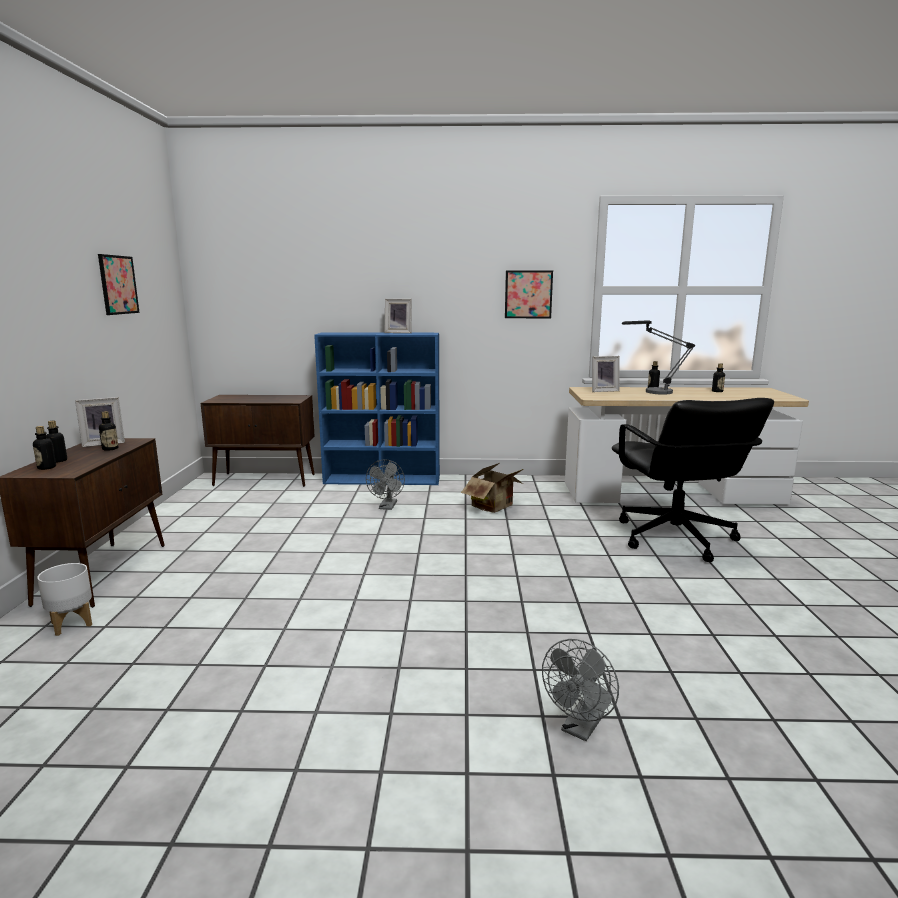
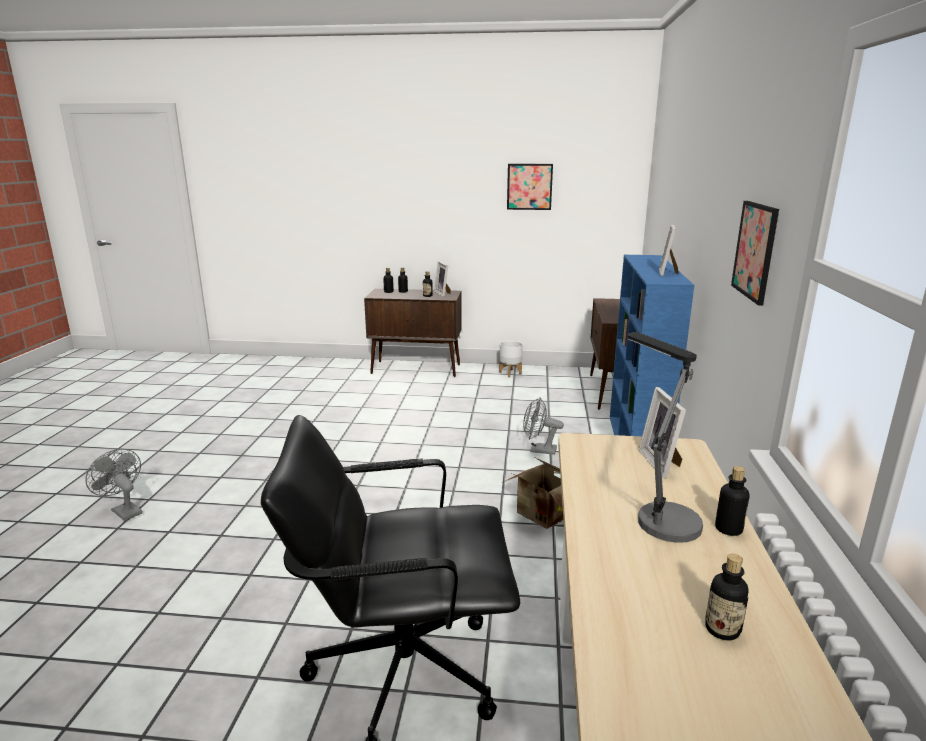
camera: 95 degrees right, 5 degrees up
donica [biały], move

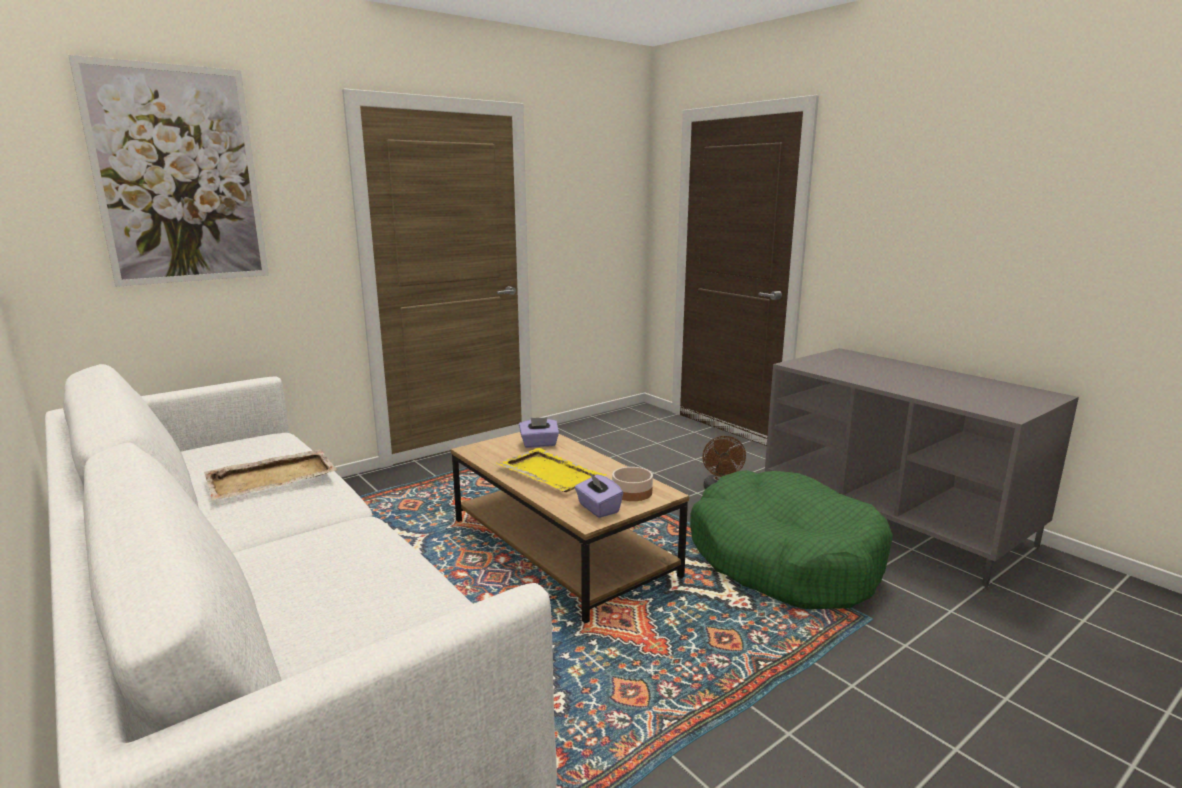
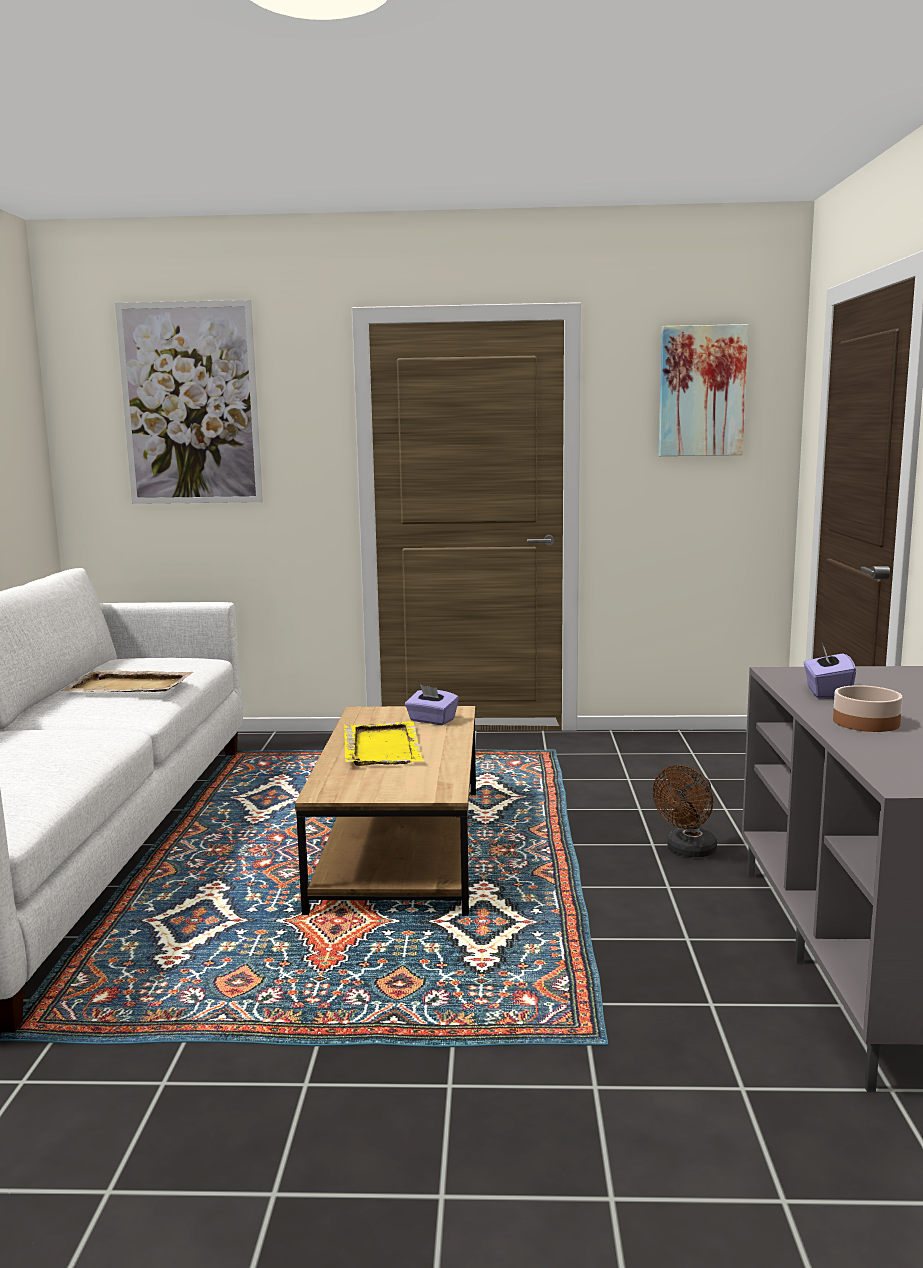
camera: 40 degrees right, 5 degrees down
- → obraz (2nd from left)
pudełko chusteczek [fioletowy] (2nd from left), move
miska, move
legowisko [zielony] → -

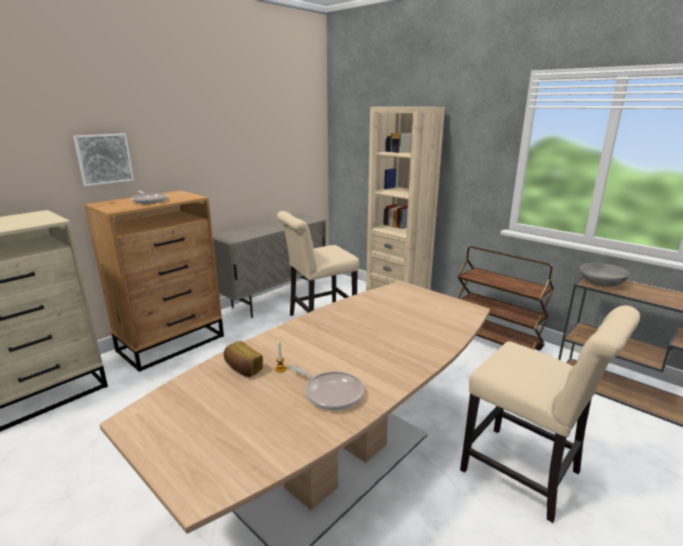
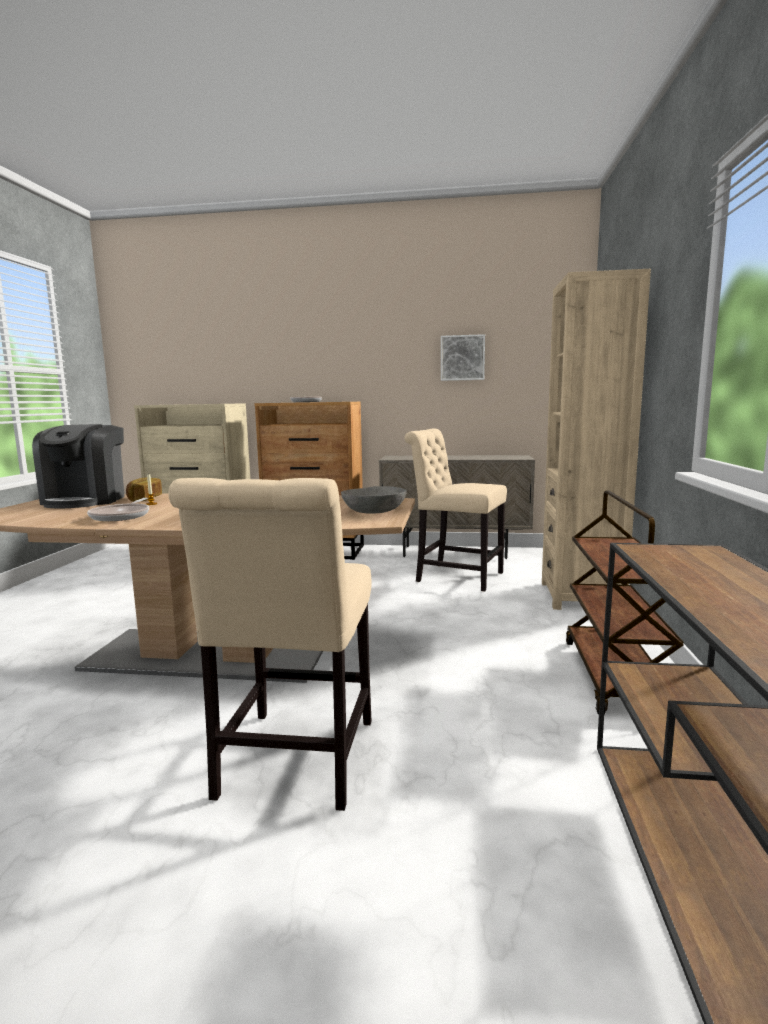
camera: 55 degrees right, 10 degrees down
- → ekspres do kawy
miska [szary], move
obraz, move

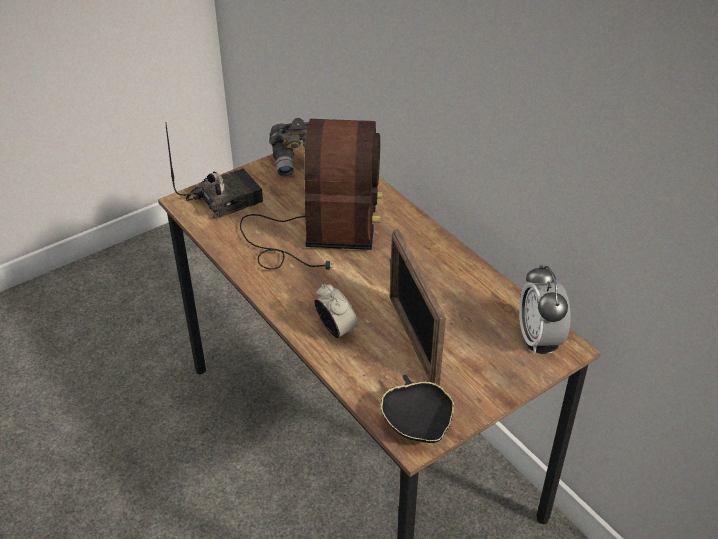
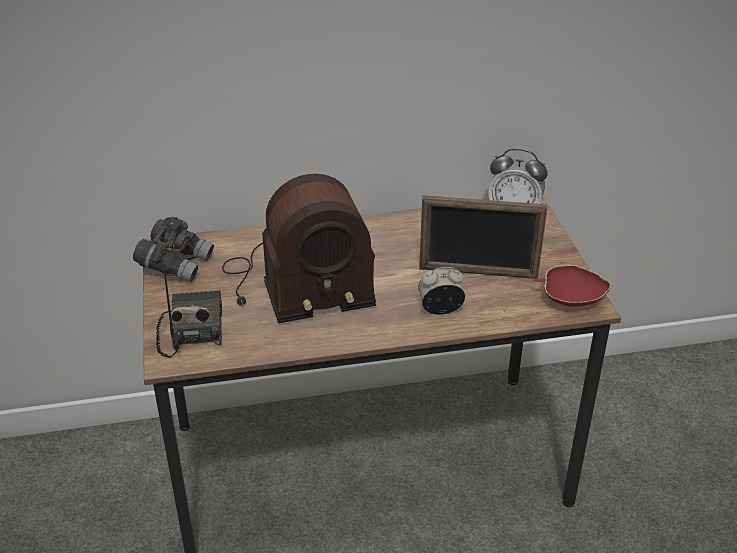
camera: 65 degrees left, 5 degrees down
radio (2nd from left), 135 degrees clockwise
miska [czarny] → miska [czerwony]

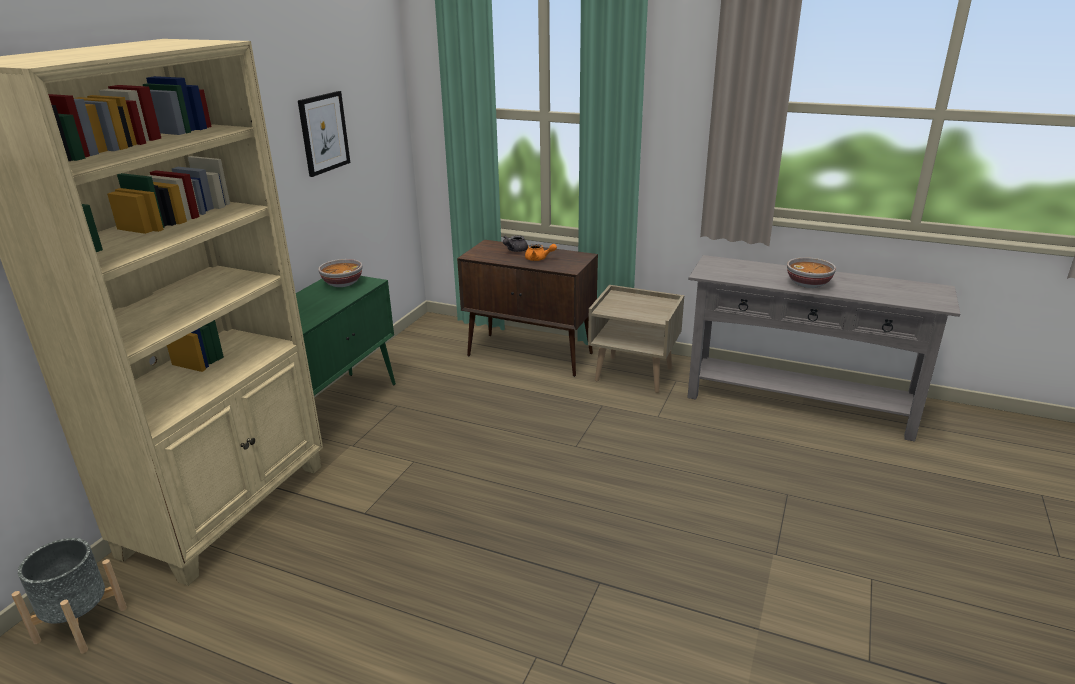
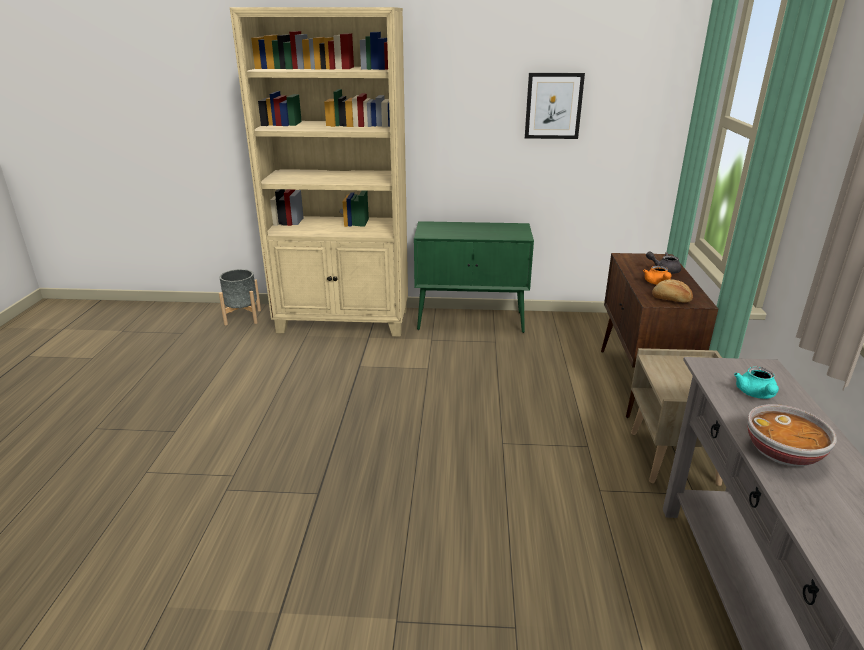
camera: 70 degrees right, 0 degrees up
- → chleb
- → imbryk [turkusowy]
miska (1st from left) → -

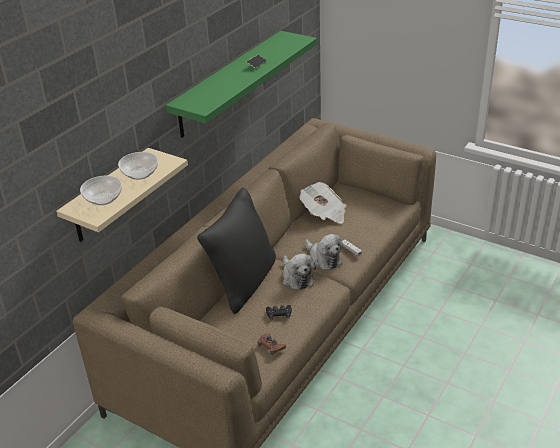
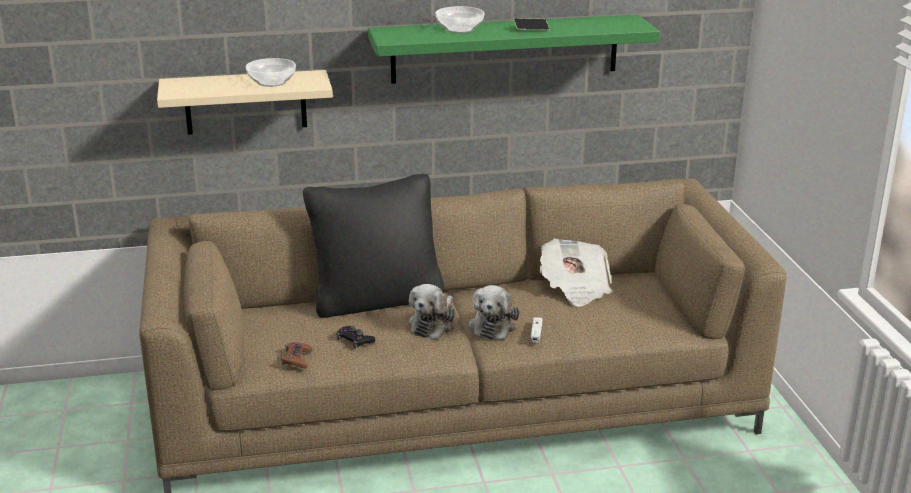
camera: 45 degrees right, 10 degrees down
miska (1st from left in the first image) → miska (2nd from left), move

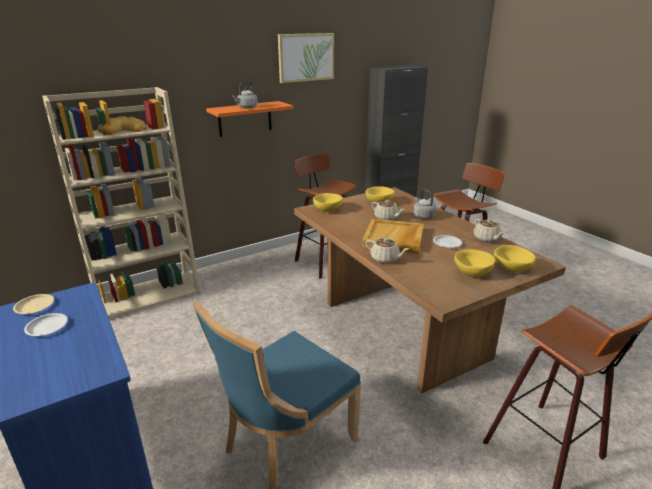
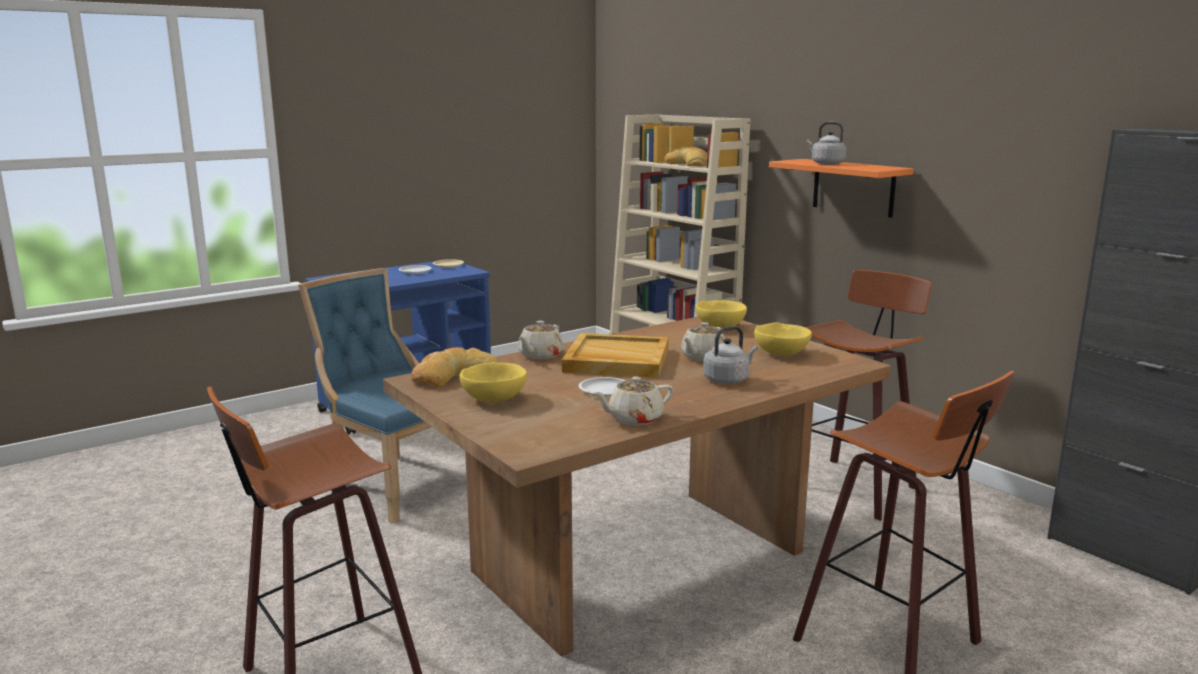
camera: 85 degrees right, 10 degrees down
- → chleb (1st from left)
obraz → -
miska [żółty] (4th from left) → -

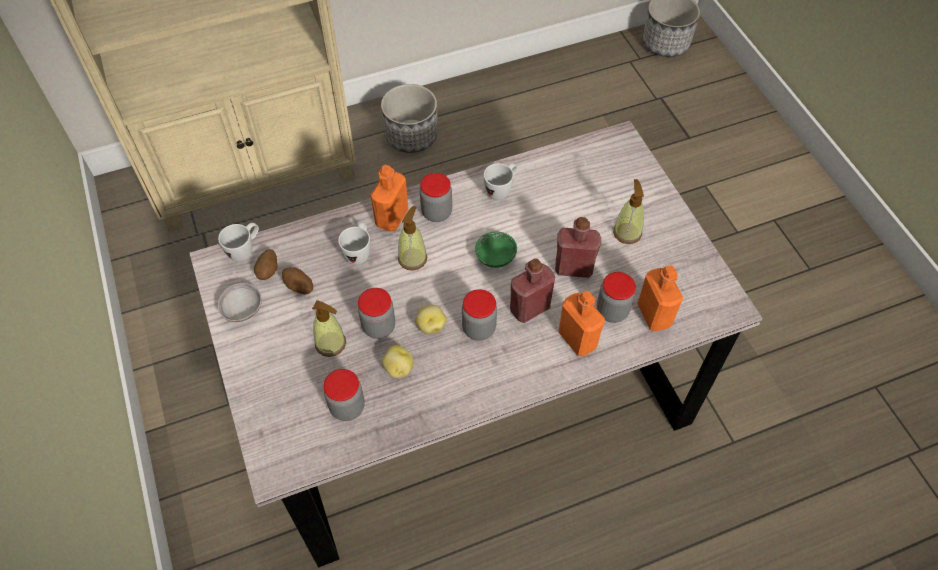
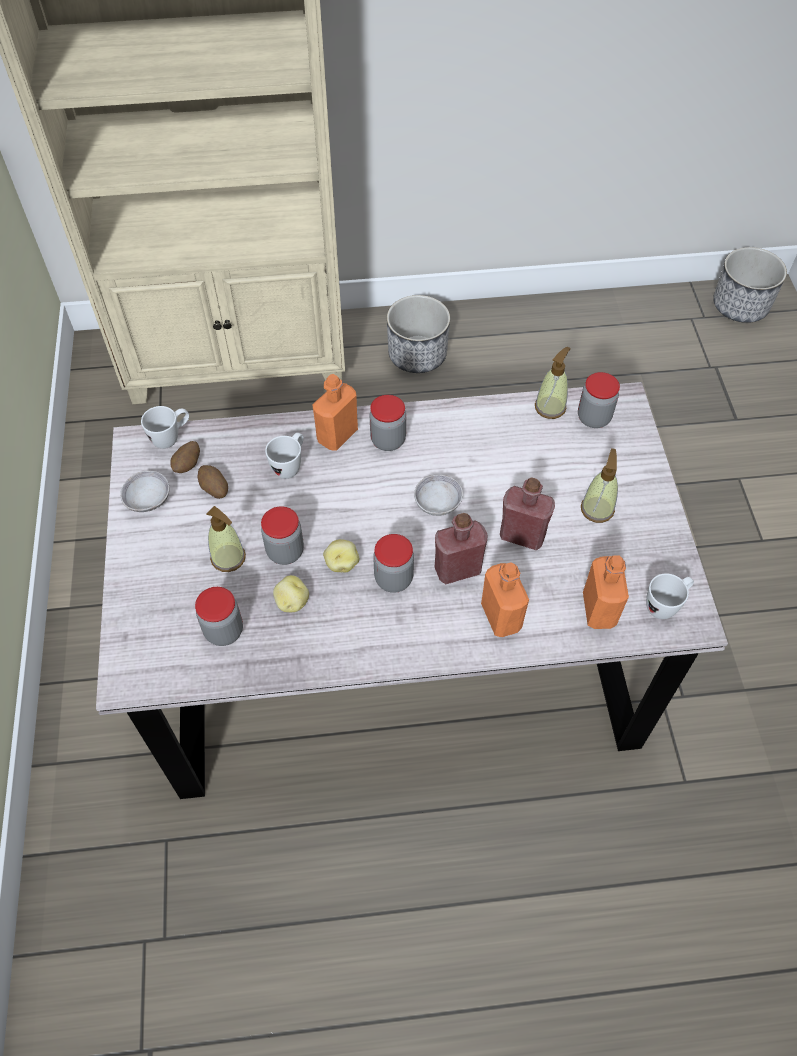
camera: 15 degrees right, 0 degrees up
miska [zielony] → miska [szary] (2nd from left)
dozownik mydła (2nd from left), move
słoik (5th from left), move
kubek [biały] (3rd from left), move

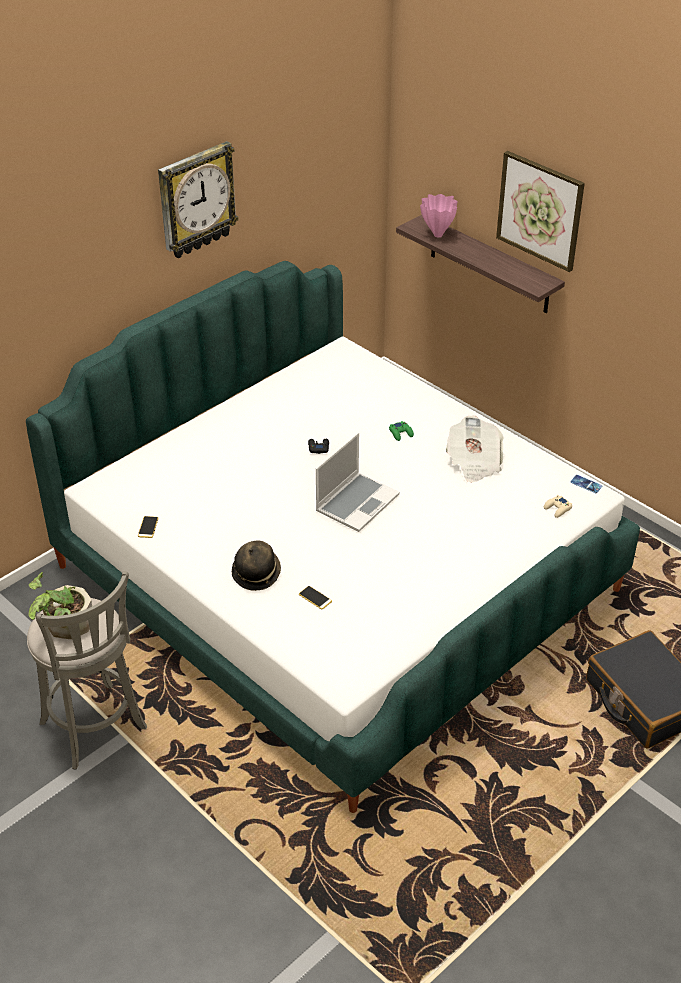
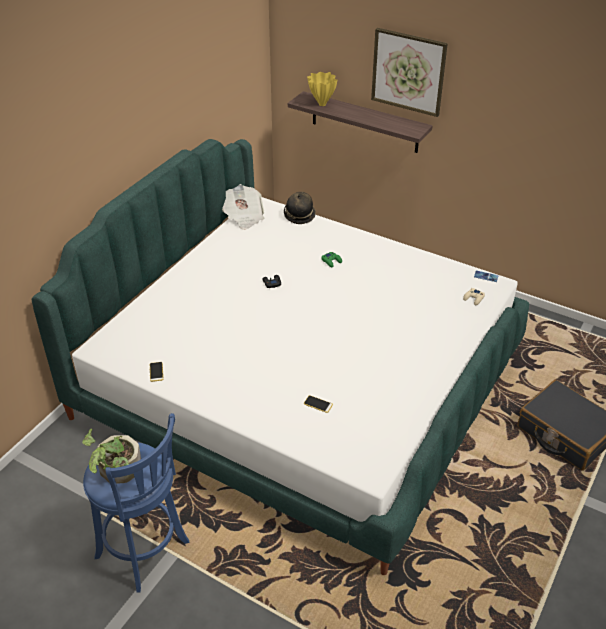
camera: 15 degrees left, 0 degrees up
stołek [szary] → stołek [niebieski]
gazeta, move
kapelusz, move
wazon [różowy] → wazon [żółty]
zegar ścienny → -
laptop → -

